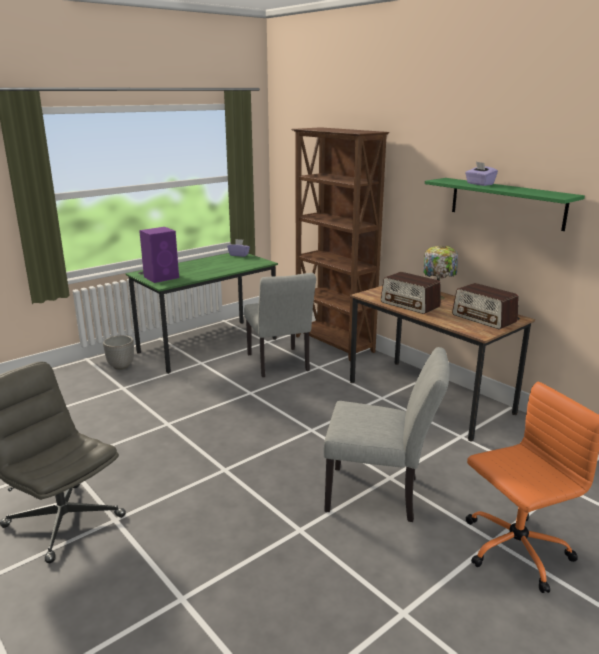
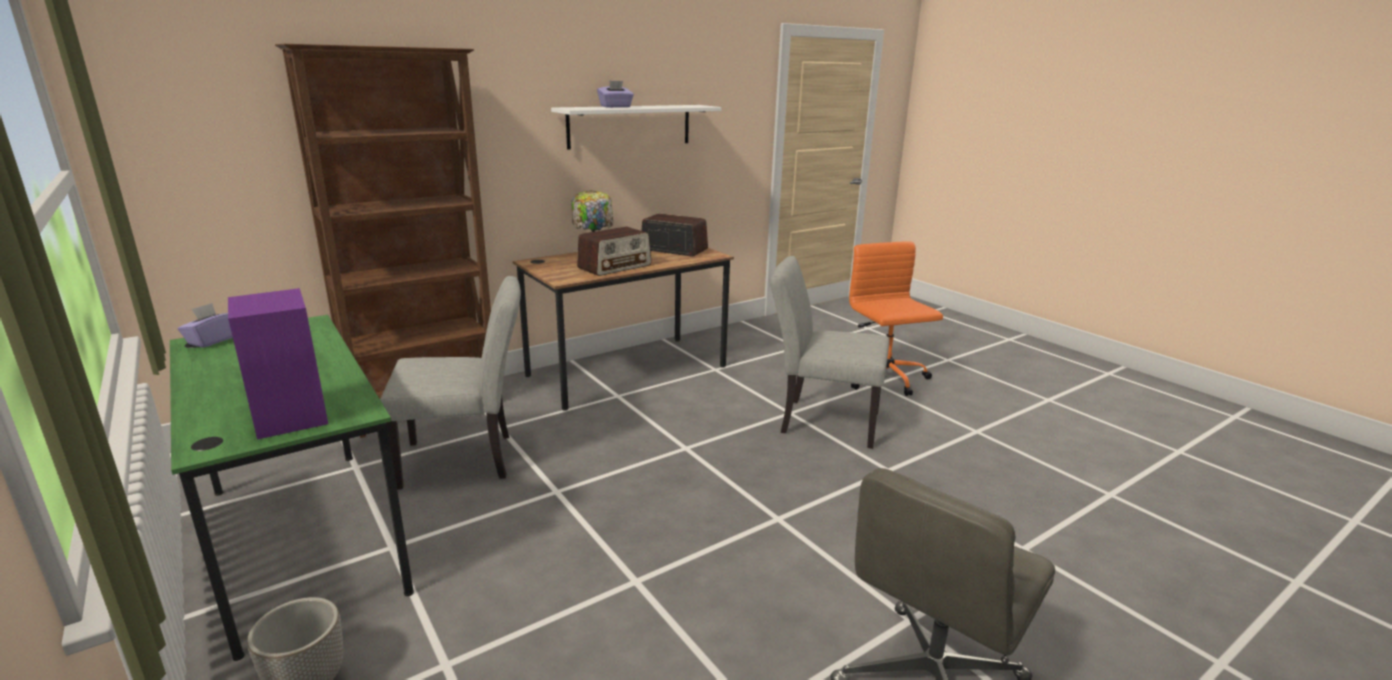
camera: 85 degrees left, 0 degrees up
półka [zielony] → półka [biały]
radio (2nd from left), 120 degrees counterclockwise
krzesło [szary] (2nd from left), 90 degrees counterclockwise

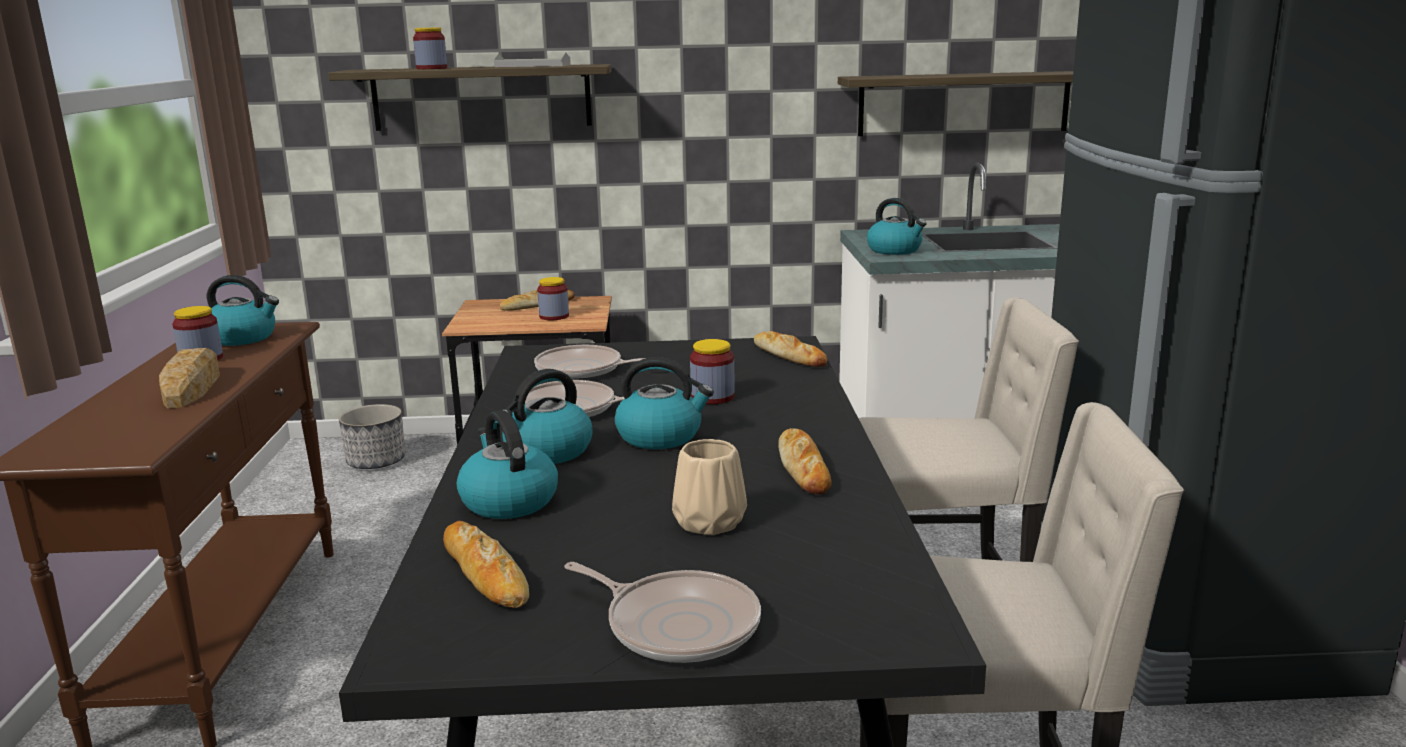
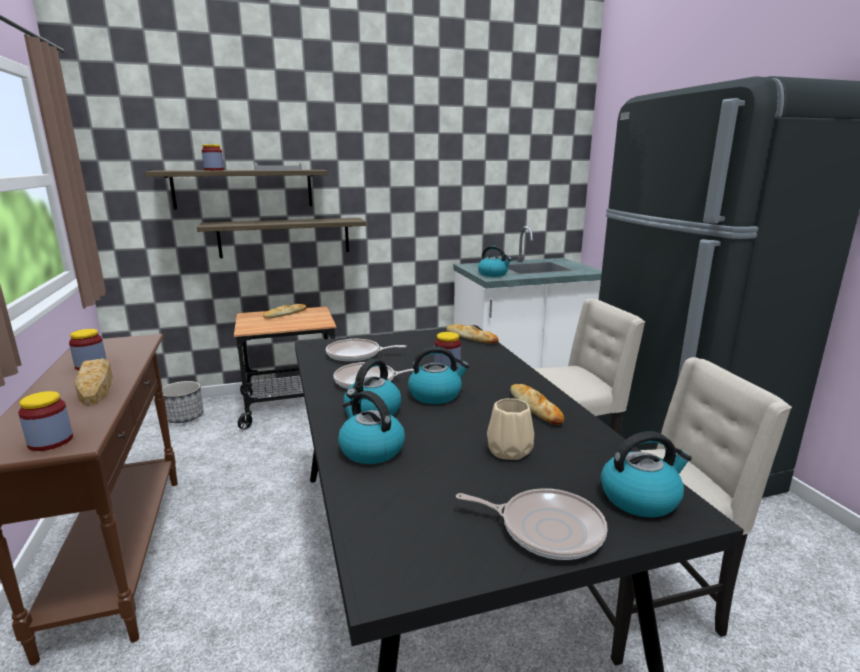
camera: 15 degrees left, 0 degrees up
słoik (3rd from left in the first image) → słoik (1st from left), move
półka (2nd from left), move
czajnik (1st from left in the first image) → czajnik (5th from left), move
chleb (2nd from left) → -

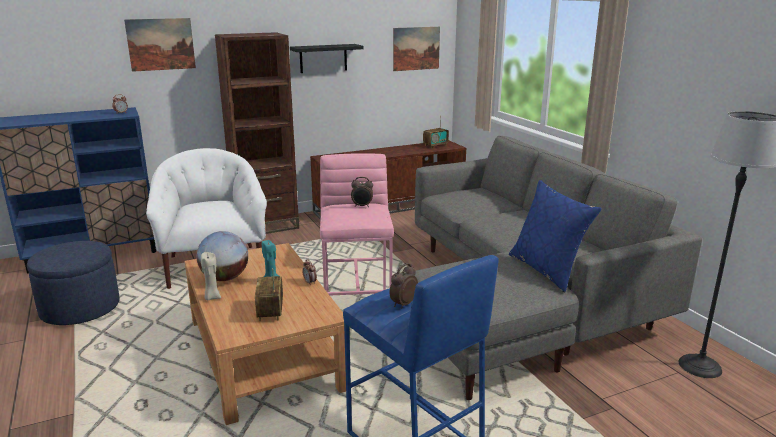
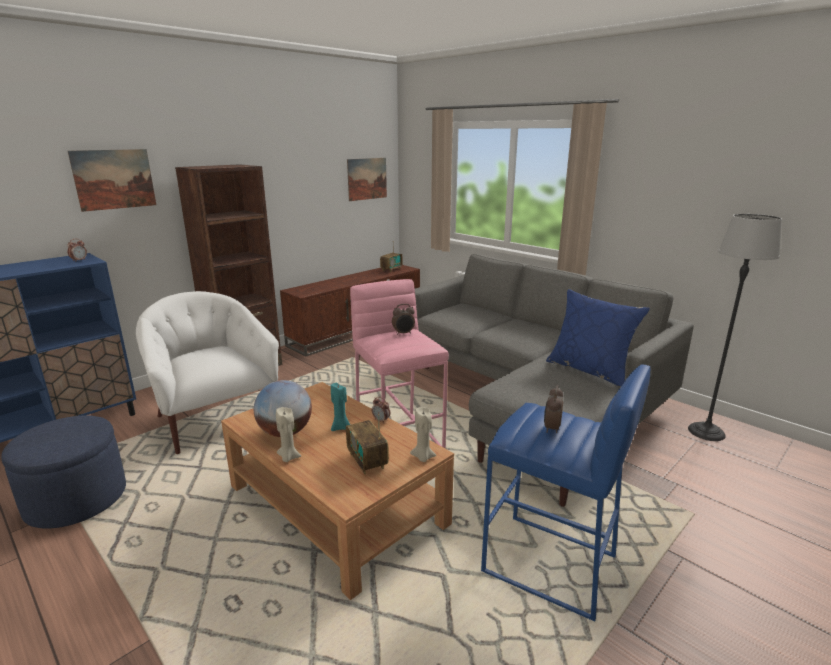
camera: 20 degrees left, 0 degrees up
- → świeca [beżowy] (2nd from left)
półka [czarny] → -

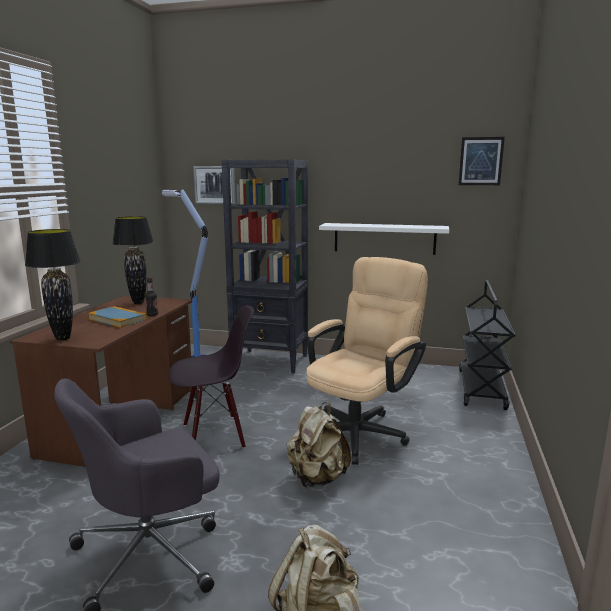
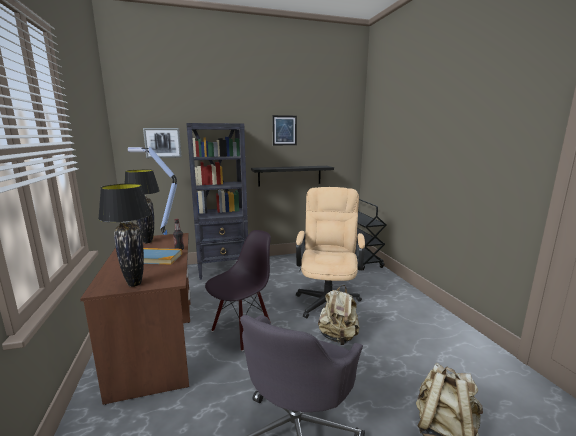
camera: 30 degrees left, 0 degrees up
półka [biały] → półka [czarny]
obraz (2nd from left), move

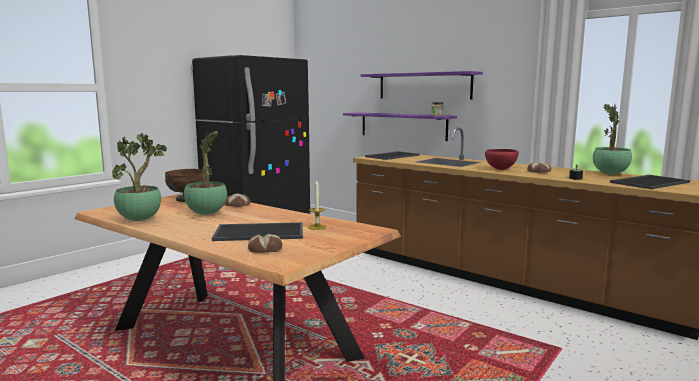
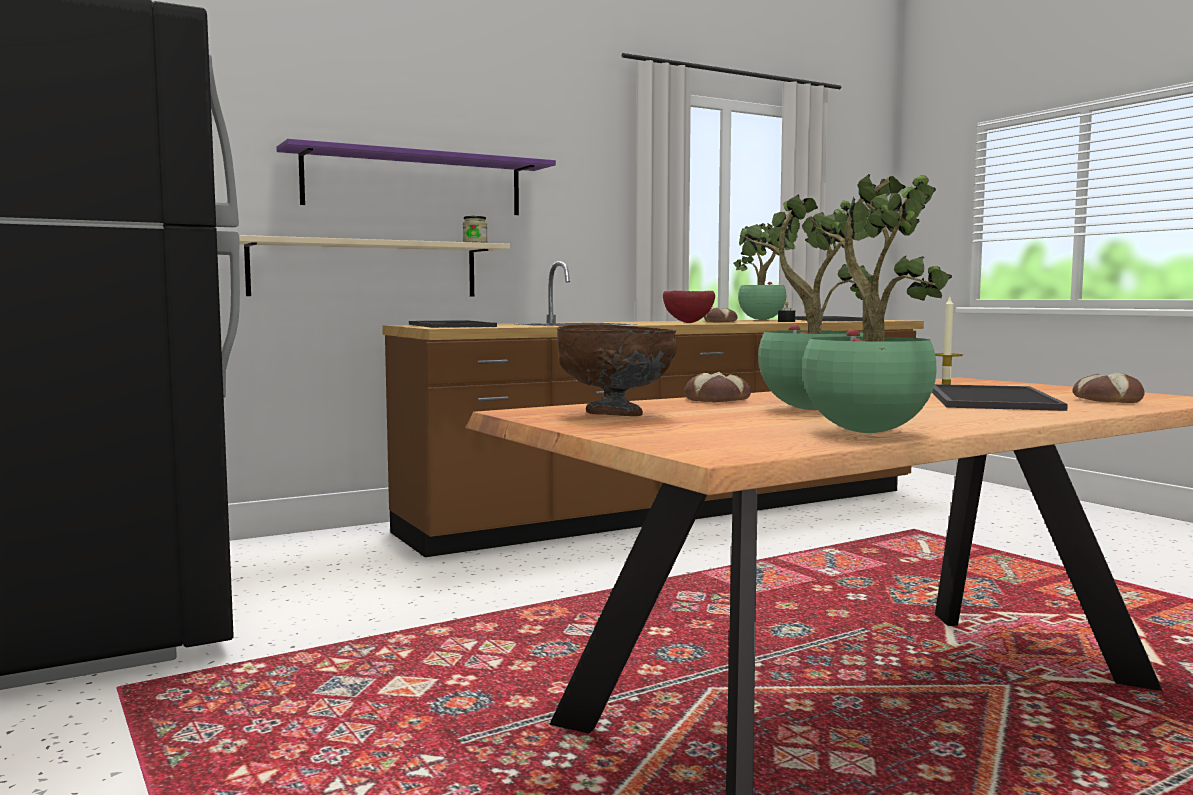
camera: 70 degrees left, 5 degrees down
półka [fioletowy] (1st from left) → półka [beżowy]

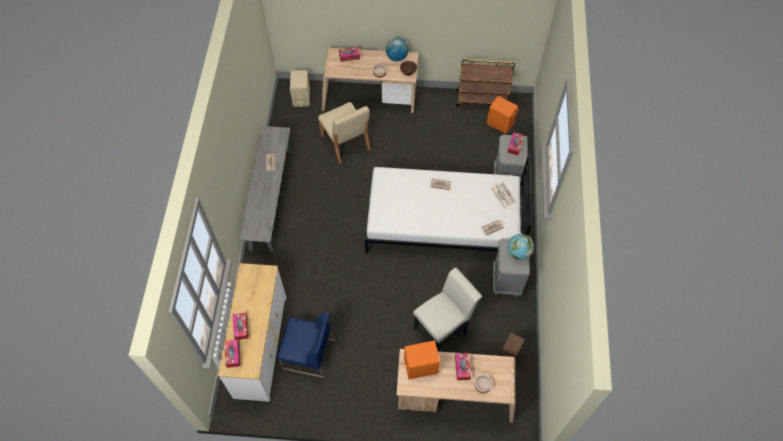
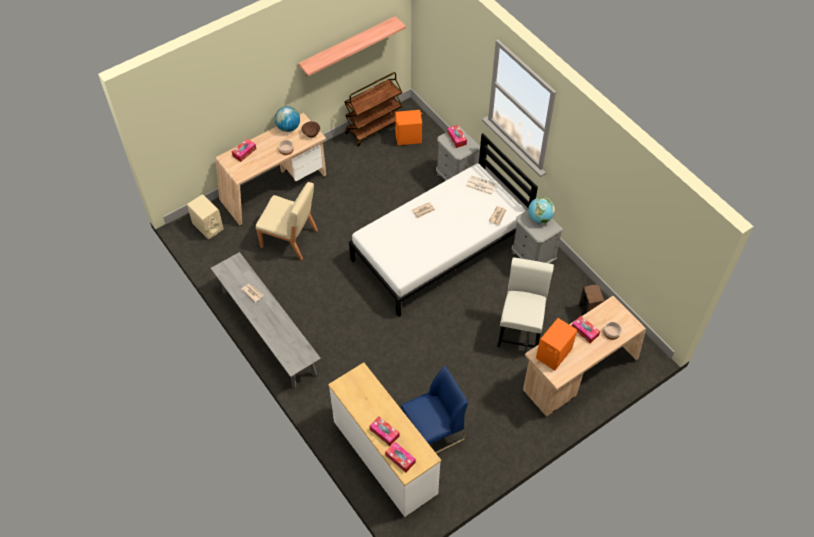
camera: 40 degrees left, 5 degrees down
- → półka

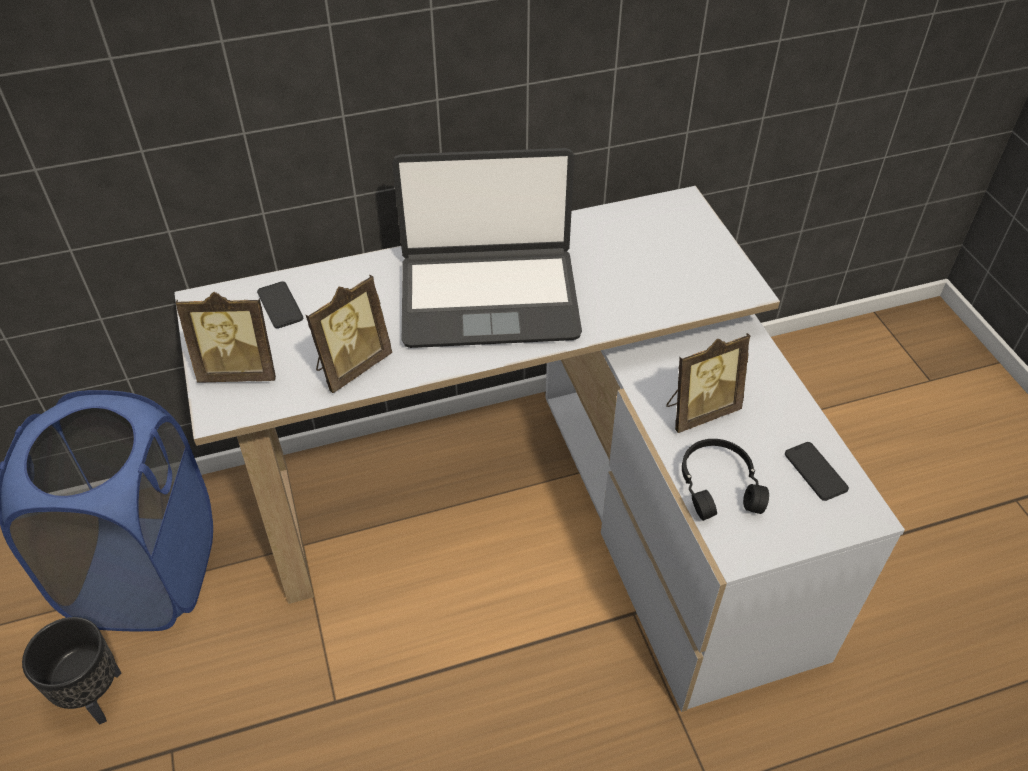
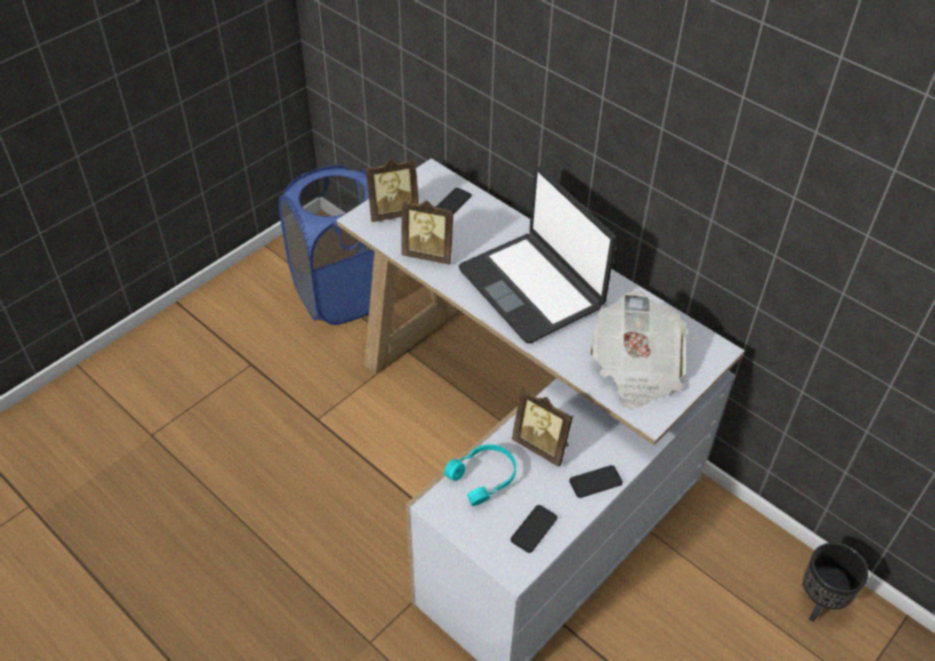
camera: 60 degrees right, 0 degrees up
ramka na zdjęcie (1st from left), 75 degrees counterclockwise
słuchawki [czarny] → słuchawki [turkusowy]
- → telefon (3rd from left)
- → gazeta
donica [czarny], move

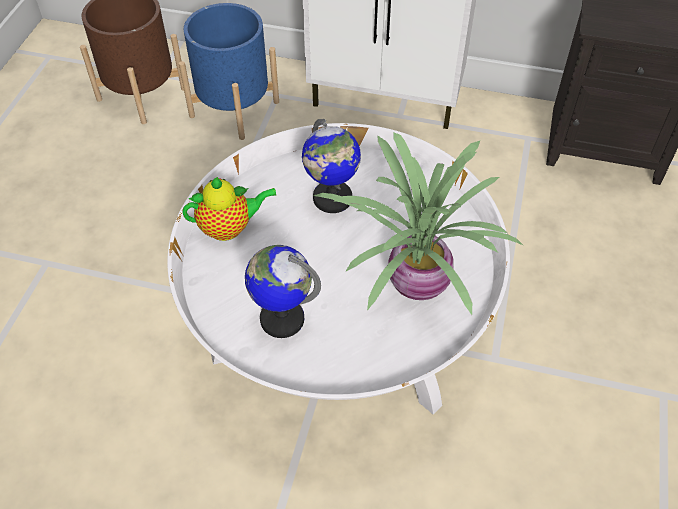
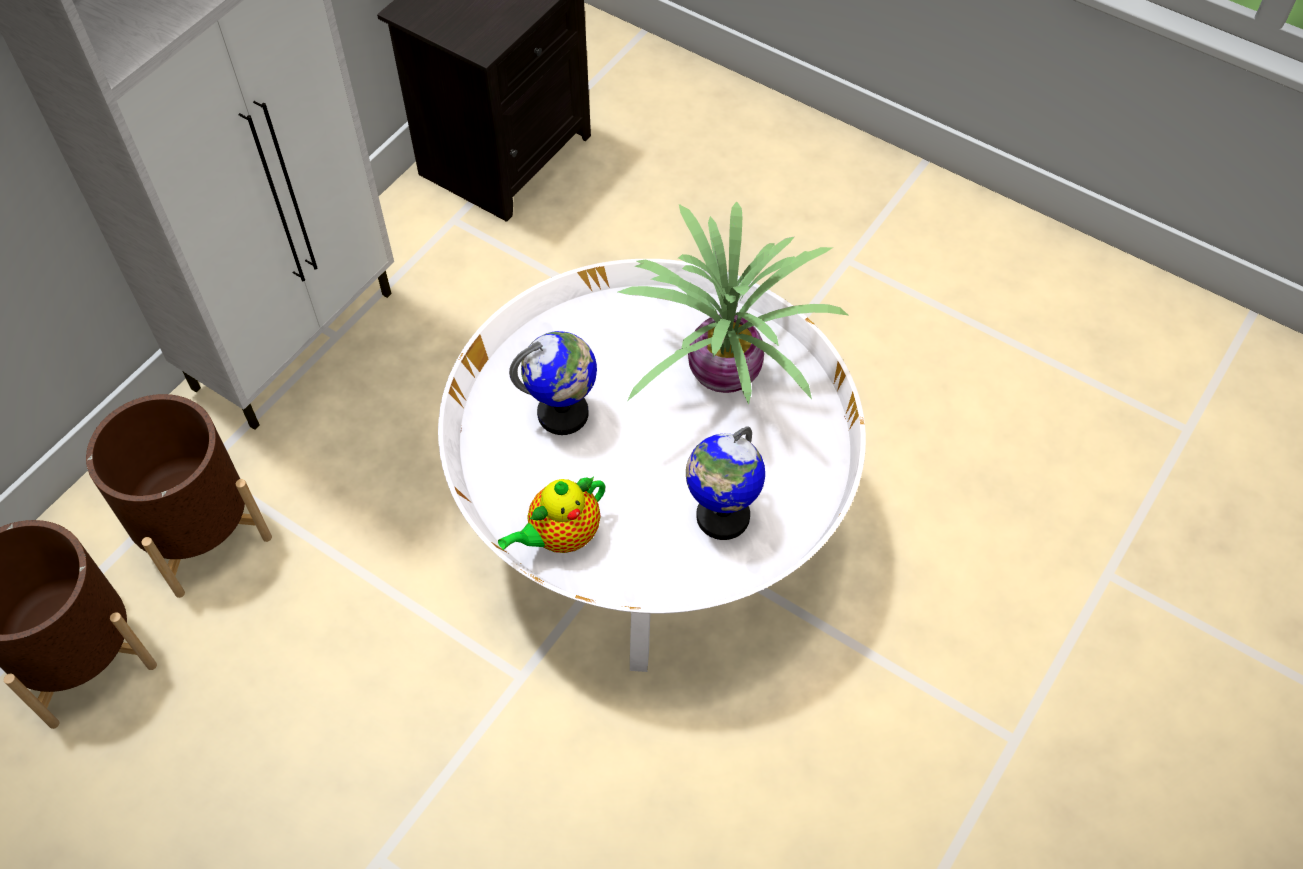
camera: 70 degrees left, 5 degrees up
donica [niebieski] → donica [brązowy] (2nd from left)
imbryk, 135 degrees counterclockwise

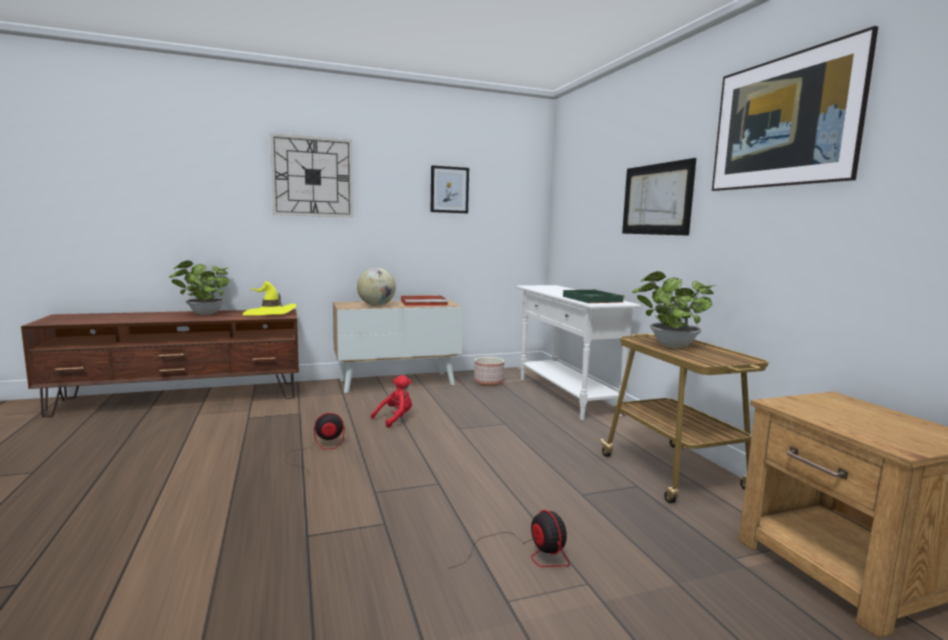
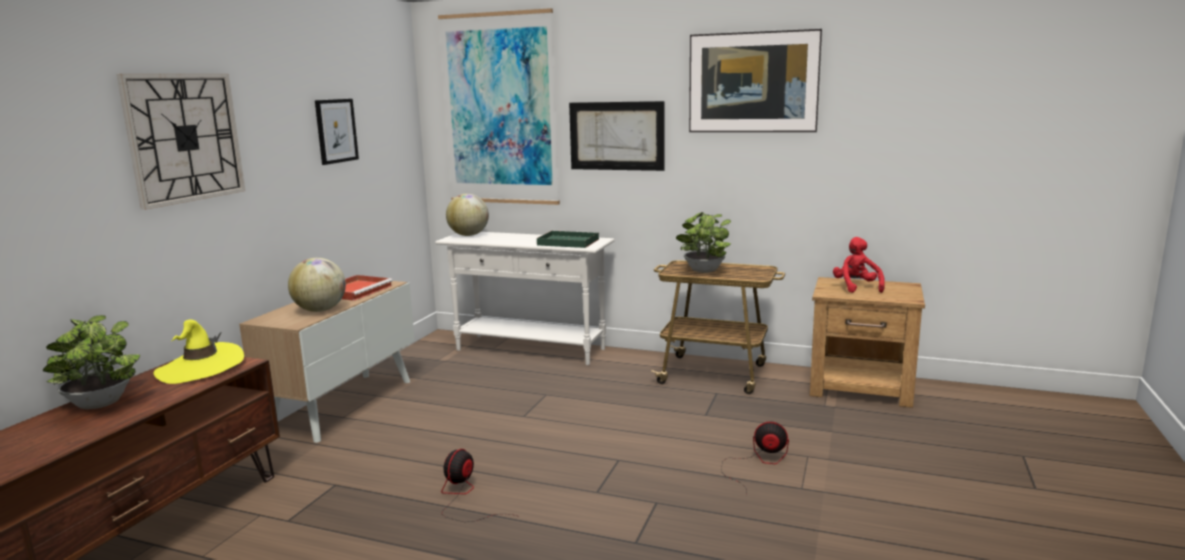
camera: 50 degrees left, 5 degrees up
- → obraz (2nd from left)
- → globus (2nd from left)
pluszak [czerwony], move
donica → -

